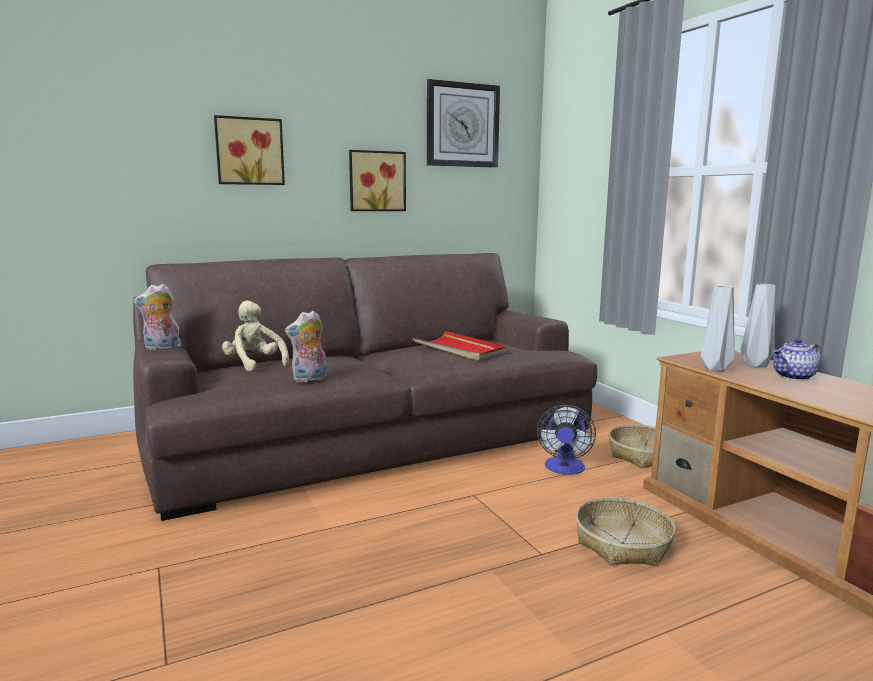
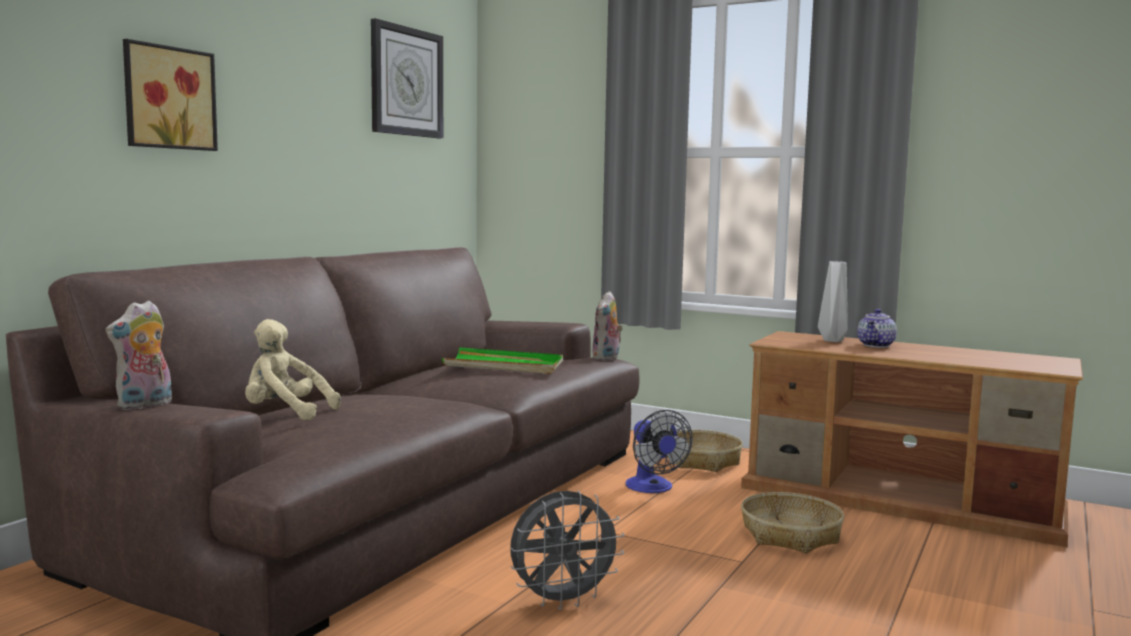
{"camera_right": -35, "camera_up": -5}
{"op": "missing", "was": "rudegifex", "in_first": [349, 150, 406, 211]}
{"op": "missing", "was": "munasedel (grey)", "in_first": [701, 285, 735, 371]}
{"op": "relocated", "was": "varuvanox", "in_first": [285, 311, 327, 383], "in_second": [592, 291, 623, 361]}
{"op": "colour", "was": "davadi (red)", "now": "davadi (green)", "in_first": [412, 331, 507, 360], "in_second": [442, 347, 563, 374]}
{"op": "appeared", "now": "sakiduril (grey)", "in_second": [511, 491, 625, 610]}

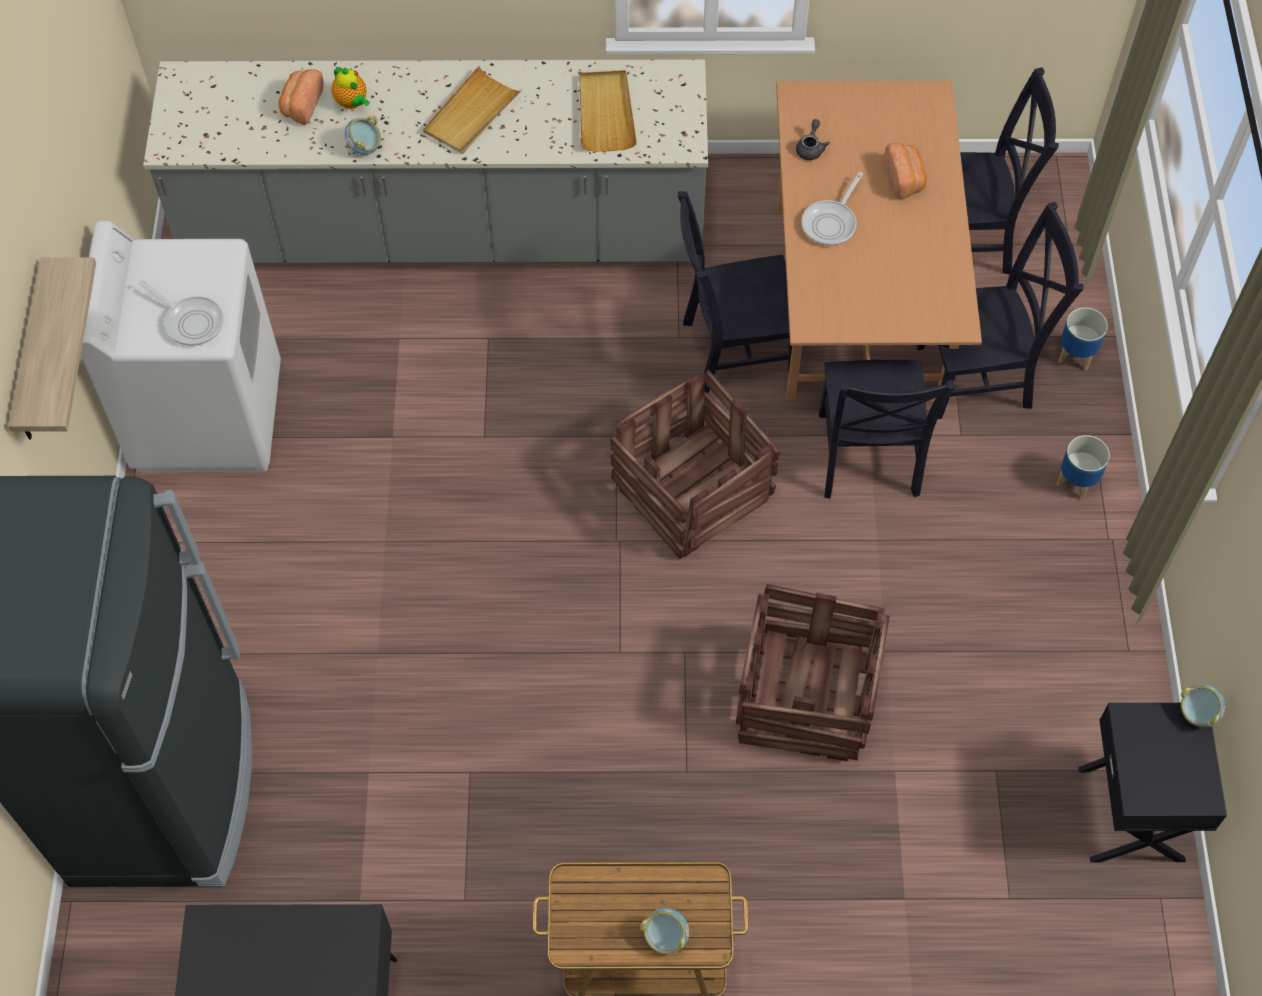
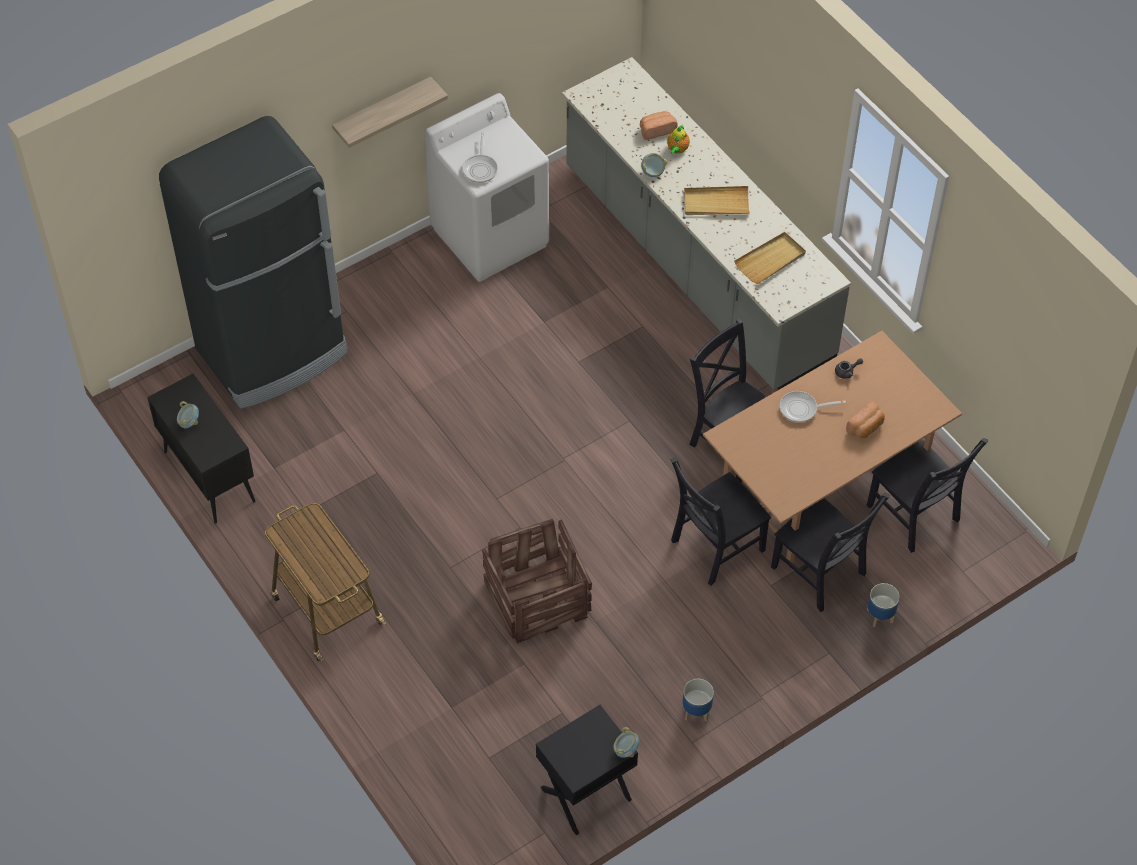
{"camera_right": 55, "camera_up": -5}
{"op": "missing", "was": "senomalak", "in_first": [610, 370, 781, 559]}
{"op": "relocated", "was": "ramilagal", "in_first": [1057, 435, 1110, 500], "in_second": [682, 679, 714, 722]}
{"op": "relocated", "was": "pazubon", "in_first": [640, 908, 689, 954], "in_second": [177, 401, 199, 428]}

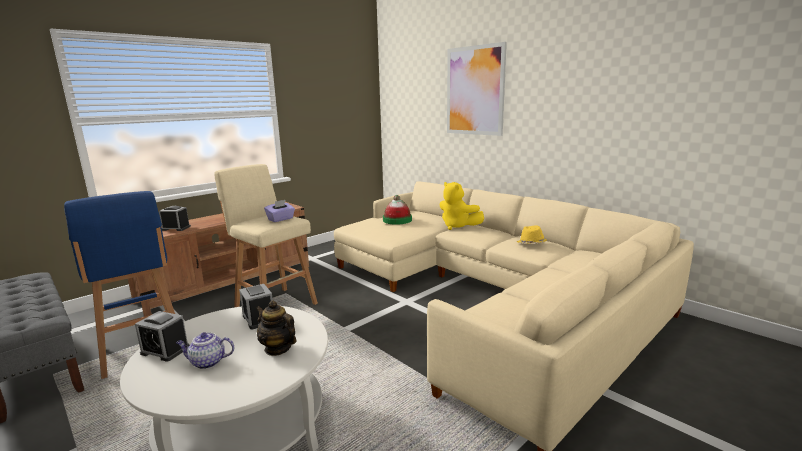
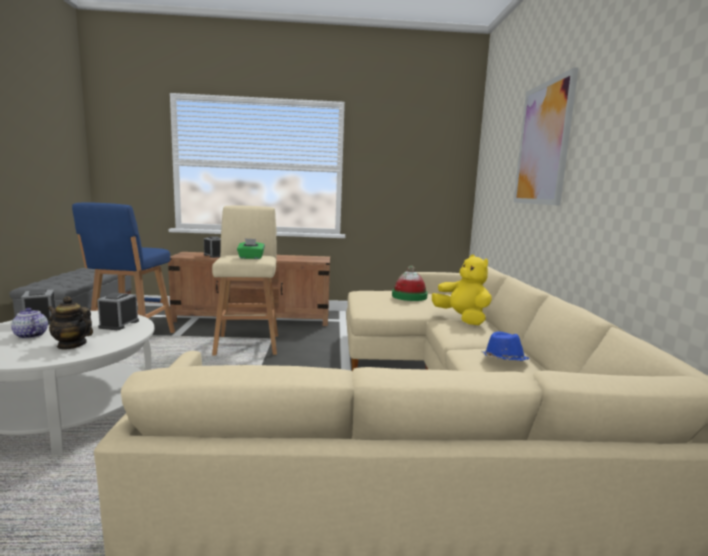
{"camera_right": 40, "camera_up": -5}
{"op": "spun", "was": "varuvanox (yellow)", "in_first": [440, 182, 484, 230], "in_second": [432, 254, 492, 325], "clockwise": 150}
{"op": "colour", "was": "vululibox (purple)", "now": "vululibox (green)", "in_first": [264, 200, 295, 222], "in_second": [237, 238, 265, 259]}
{"op": "colour", "was": "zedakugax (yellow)", "now": "zedakugax (blue)", "in_first": [517, 225, 547, 244], "in_second": [481, 331, 529, 361]}
{"op": "spun", "was": "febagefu", "in_first": [256, 300, 296, 356], "in_second": [47, 296, 93, 350], "clockwise": -60}

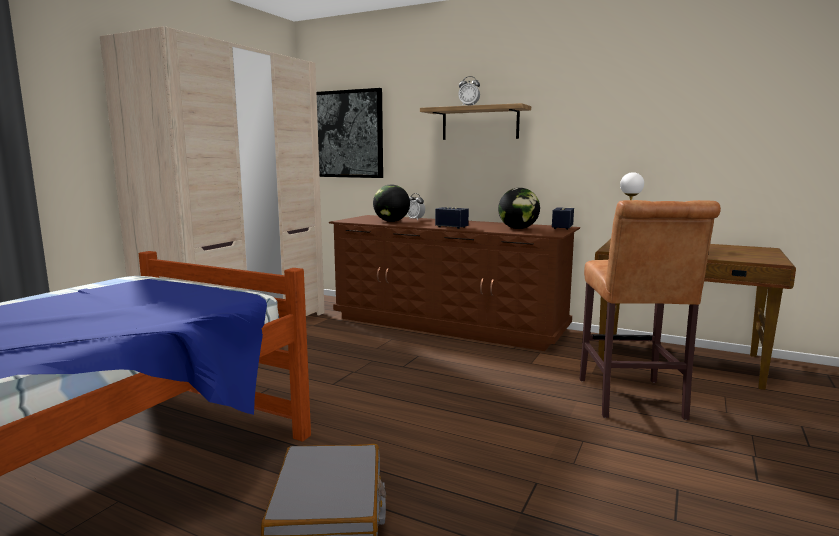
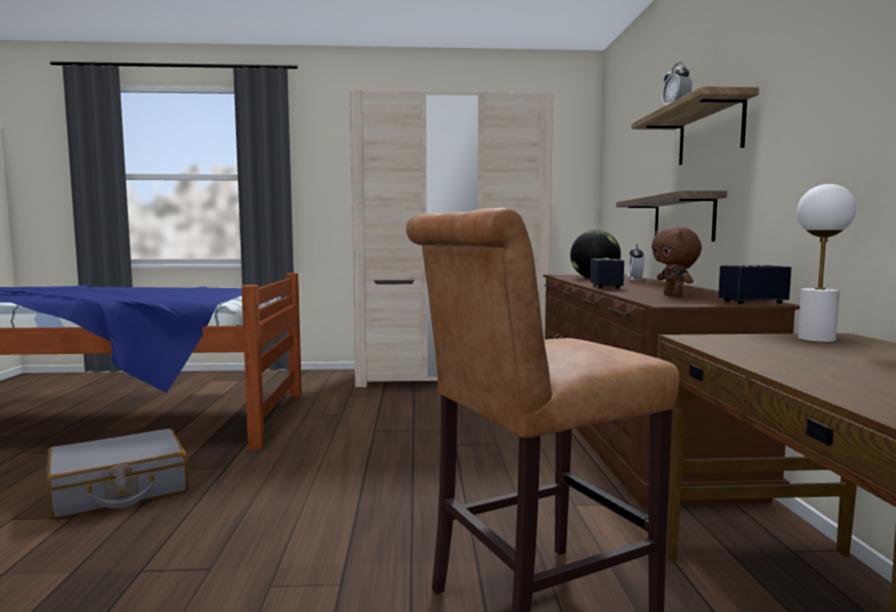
{"camera_right": 60, "camera_up": -5}
{"op": "missing", "was": "rudegifex", "in_first": [317, 88, 383, 178]}
{"op": "exchanged", "was": "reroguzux", "now": "varuvanox (brown)", "in_first": [498, 188, 540, 229], "in_second": [652, 227, 702, 297]}
{"op": "appeared", "now": "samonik", "in_second": [616, 191, 727, 241]}

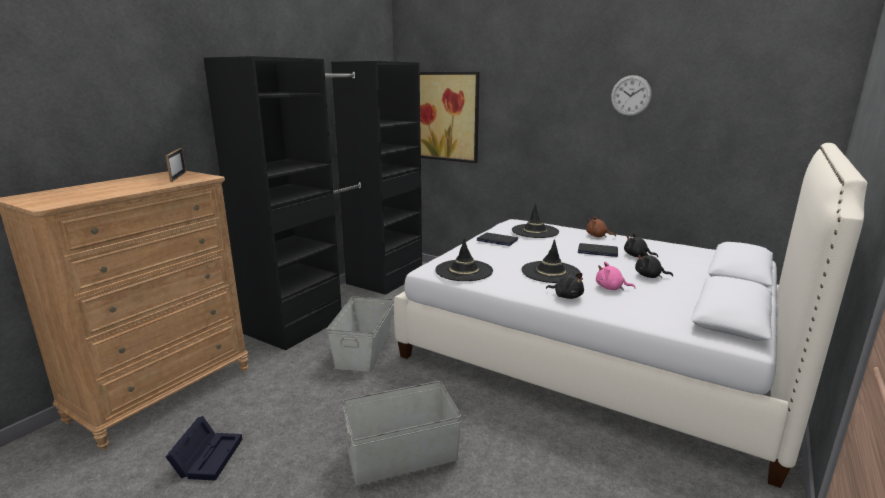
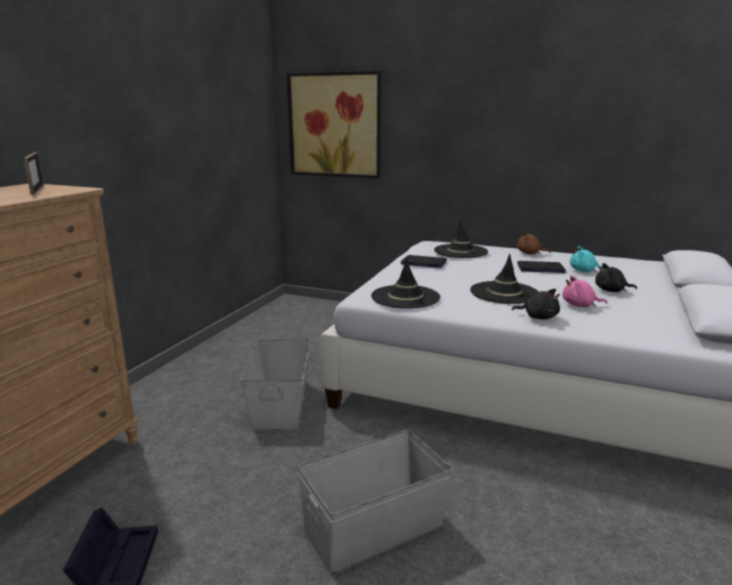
{"camera_right": -10, "camera_up": 0}
{"op": "missing", "was": "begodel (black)", "in_first": [203, 56, 422, 350]}
{"op": "missing", "was": "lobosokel", "in_first": [611, 75, 652, 116]}
{"op": "colour", "was": "varuvanox (black)", "now": "varuvanox (turquoise)", "in_first": [624, 233, 658, 257], "in_second": [570, 246, 603, 272]}

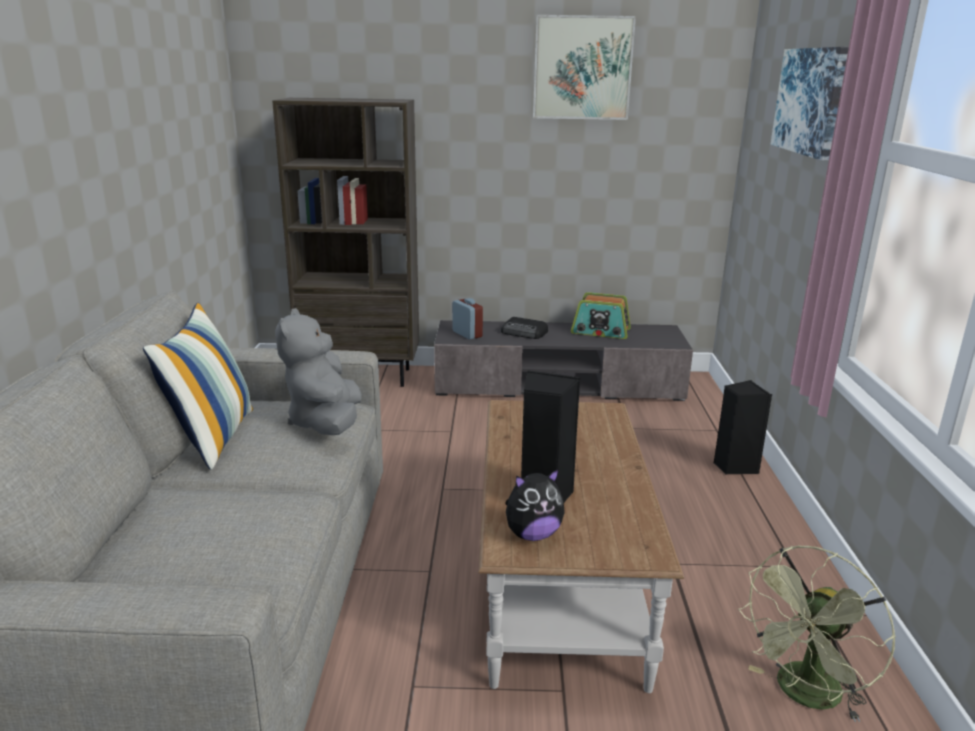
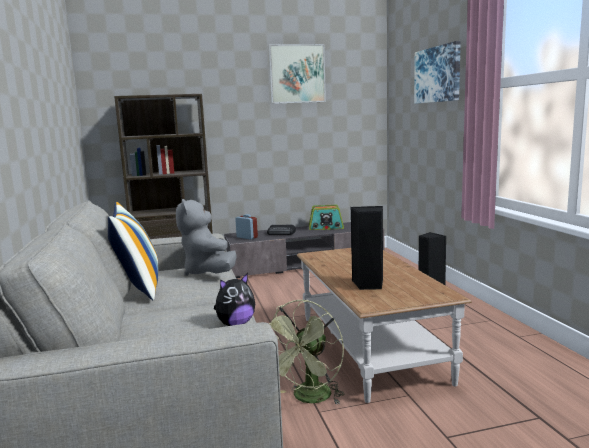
{"camera_right": -15, "camera_up": -10}
{"op": "relocated", "was": "varuvanox", "in_first": [505, 468, 565, 541], "in_second": [214, 273, 255, 326]}
{"op": "relocated", "was": "sakiduril (green)", "in_first": [738, 546, 896, 723], "in_second": [269, 300, 345, 404]}

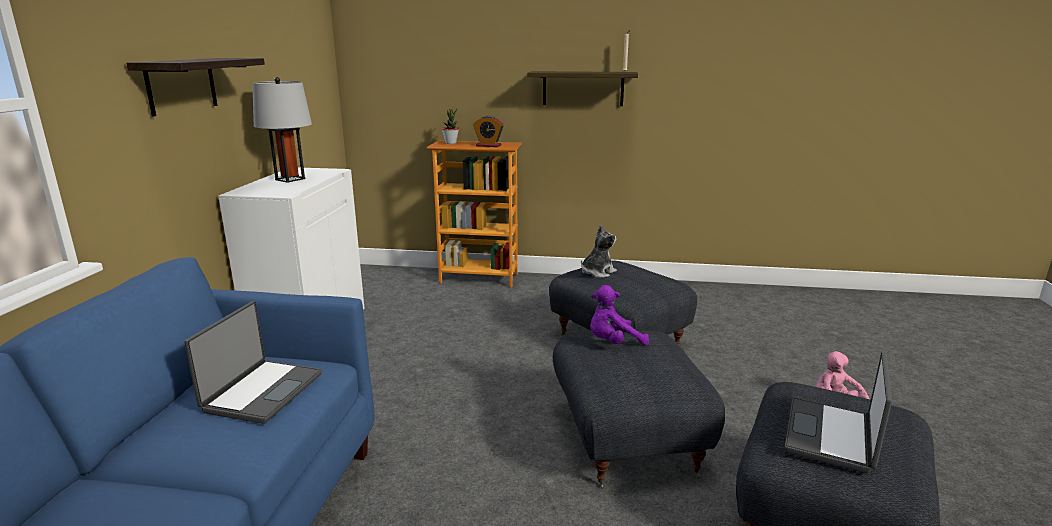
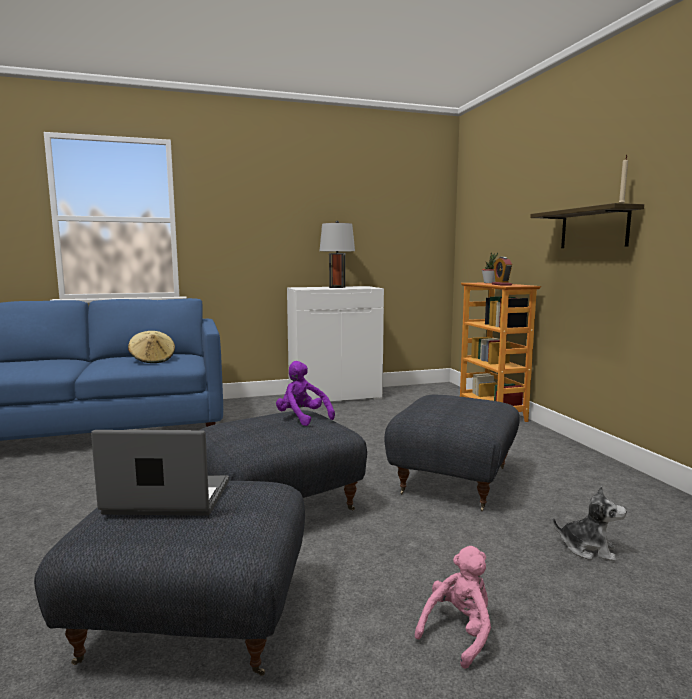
{"camera_right": 65, "camera_up": -10}
{"op": "missing", "was": "samonik", "in_first": [127, 58, 265, 116]}
{"op": "relocated", "was": "varuvanox", "in_first": [581, 225, 617, 278], "in_second": [552, 485, 627, 562]}
{"op": "exchanged", "was": "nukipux", "now": "zedakugax (beige)", "in_first": [184, 301, 322, 424], "in_second": [128, 331, 175, 363]}

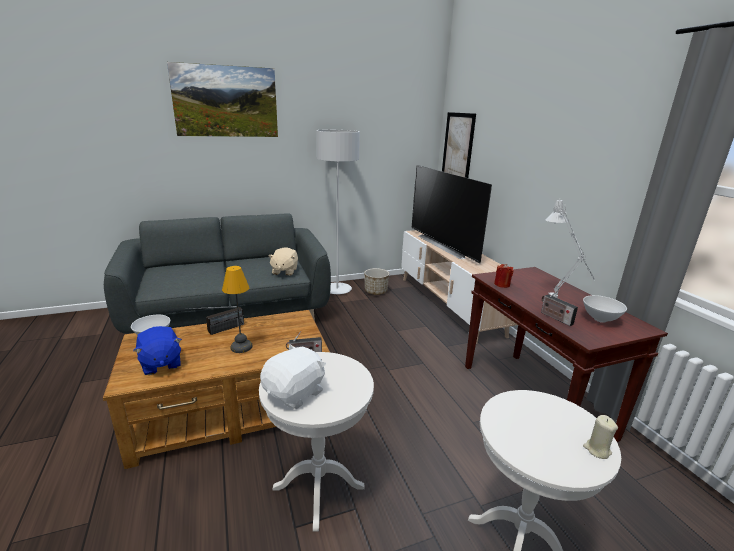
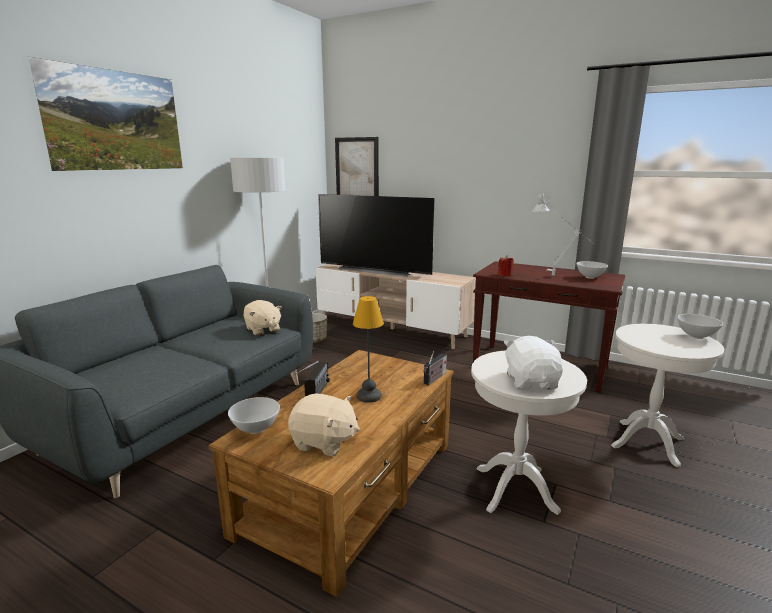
{"camera_right": -40, "camera_up": -5}
{"op": "missing", "was": "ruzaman", "in_first": [541, 290, 578, 326]}
{"op": "colour", "was": "varuvanox (blue)", "now": "varuvanox (beige)", "in_first": [133, 326, 182, 375], "in_second": [288, 393, 360, 456]}
{"op": "exchanged", "was": "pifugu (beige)", "now": "pazubon (white)", "in_first": [583, 415, 618, 459], "in_second": [677, 314, 723, 339]}

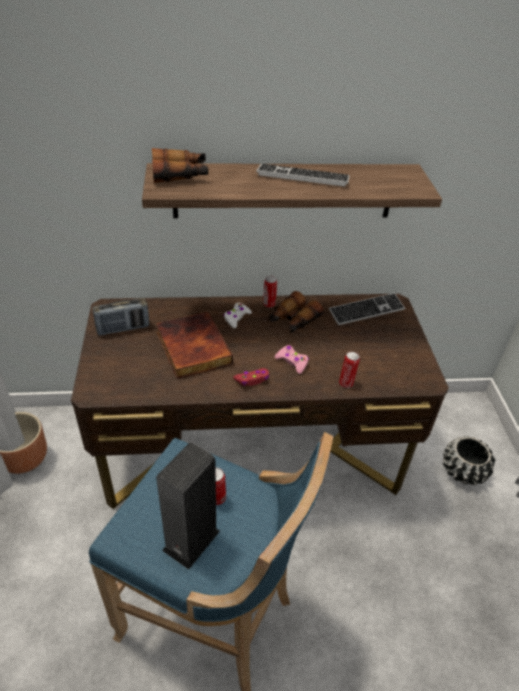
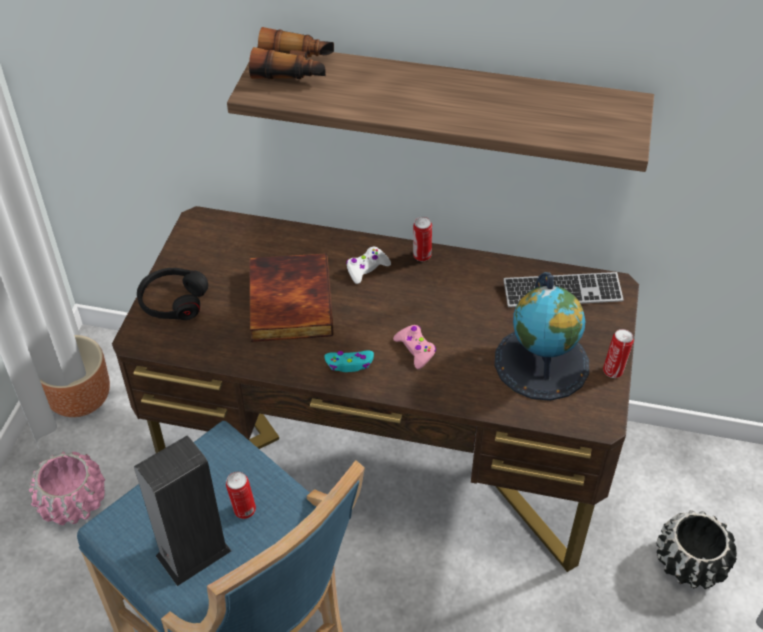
{"camera_right": 20, "camera_up": 5}
{"op": "missing", "was": "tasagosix", "in_first": [256, 164, 350, 187]}
{"op": "missing", "was": "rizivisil", "in_first": [268, 291, 324, 333]}
{"op": "missing", "was": "ruzaman", "in_first": [93, 298, 149, 336]}
{"op": "relocated", "was": "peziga", "in_first": [339, 352, 360, 388], "in_second": [603, 329, 634, 378]}
{"op": "colour", "was": "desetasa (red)", "now": "desetasa (turquoise)", "in_first": [233, 368, 269, 386], "in_second": [324, 350, 374, 372]}
{"op": "appeared", "now": "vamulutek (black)", "in_second": [137, 268, 208, 320]}
{"op": "appeared", "now": "reroguzux", "in_second": [494, 272, 589, 401]}
{"op": "appeared", "now": "ramilagal (pink)", "in_second": [29, 452, 105, 525]}

